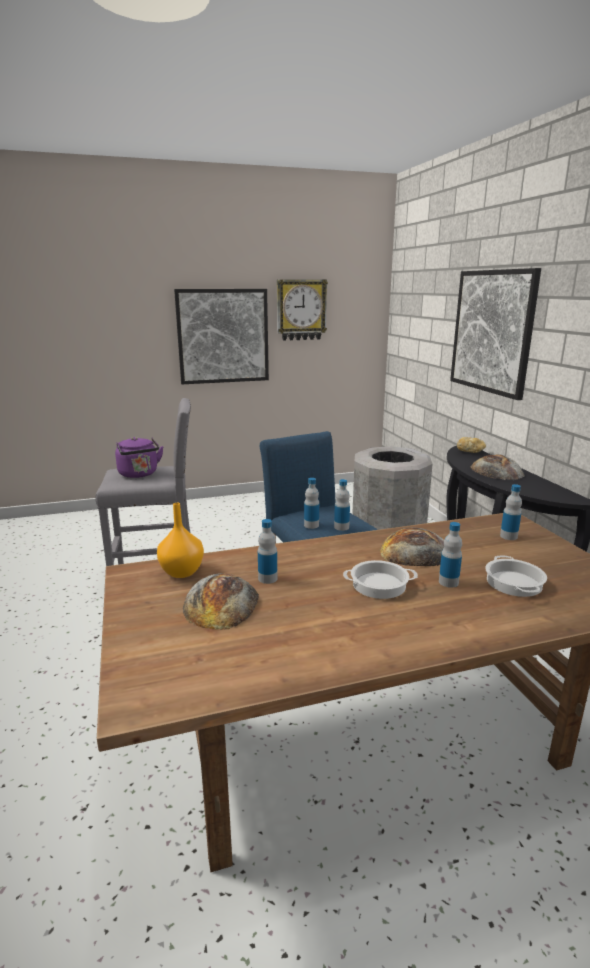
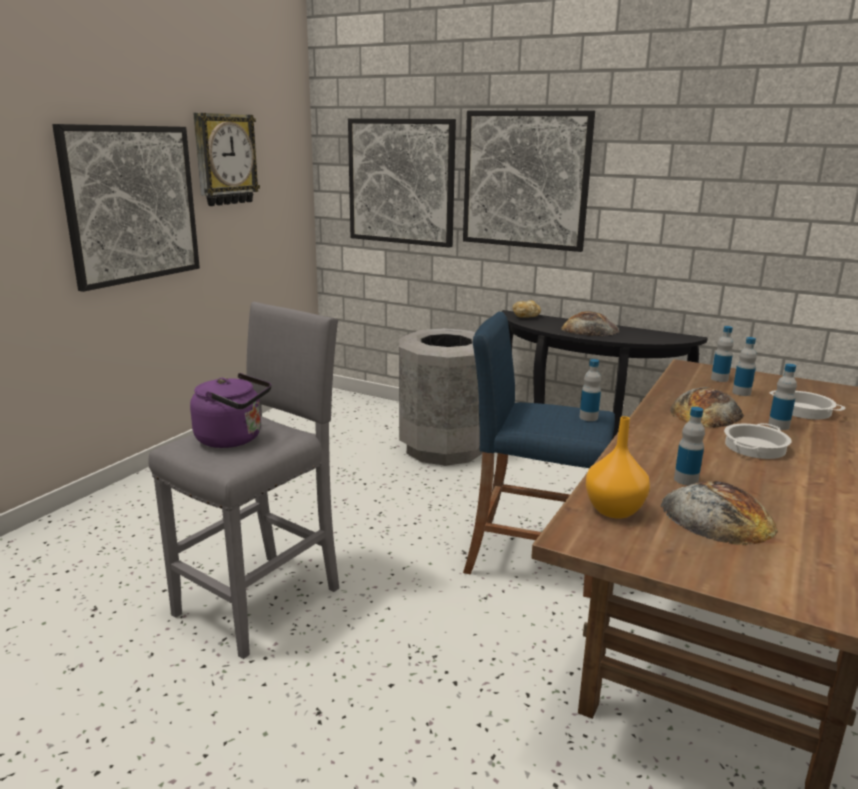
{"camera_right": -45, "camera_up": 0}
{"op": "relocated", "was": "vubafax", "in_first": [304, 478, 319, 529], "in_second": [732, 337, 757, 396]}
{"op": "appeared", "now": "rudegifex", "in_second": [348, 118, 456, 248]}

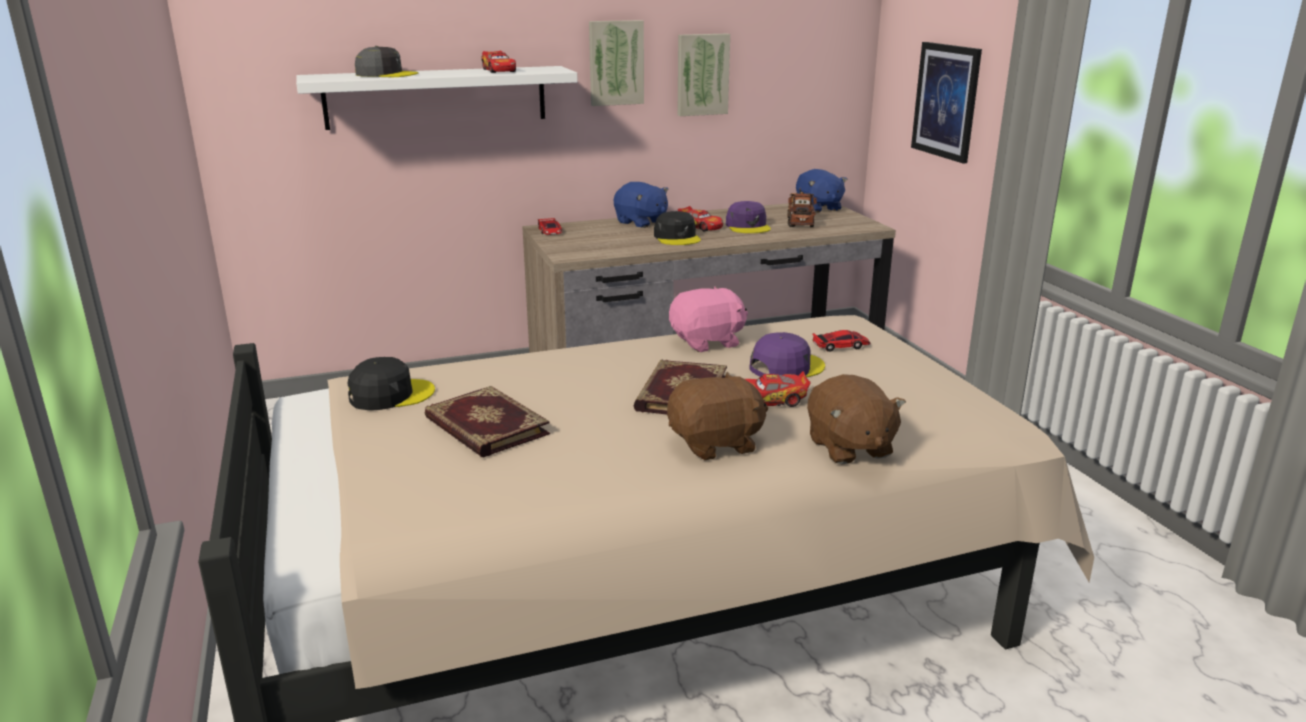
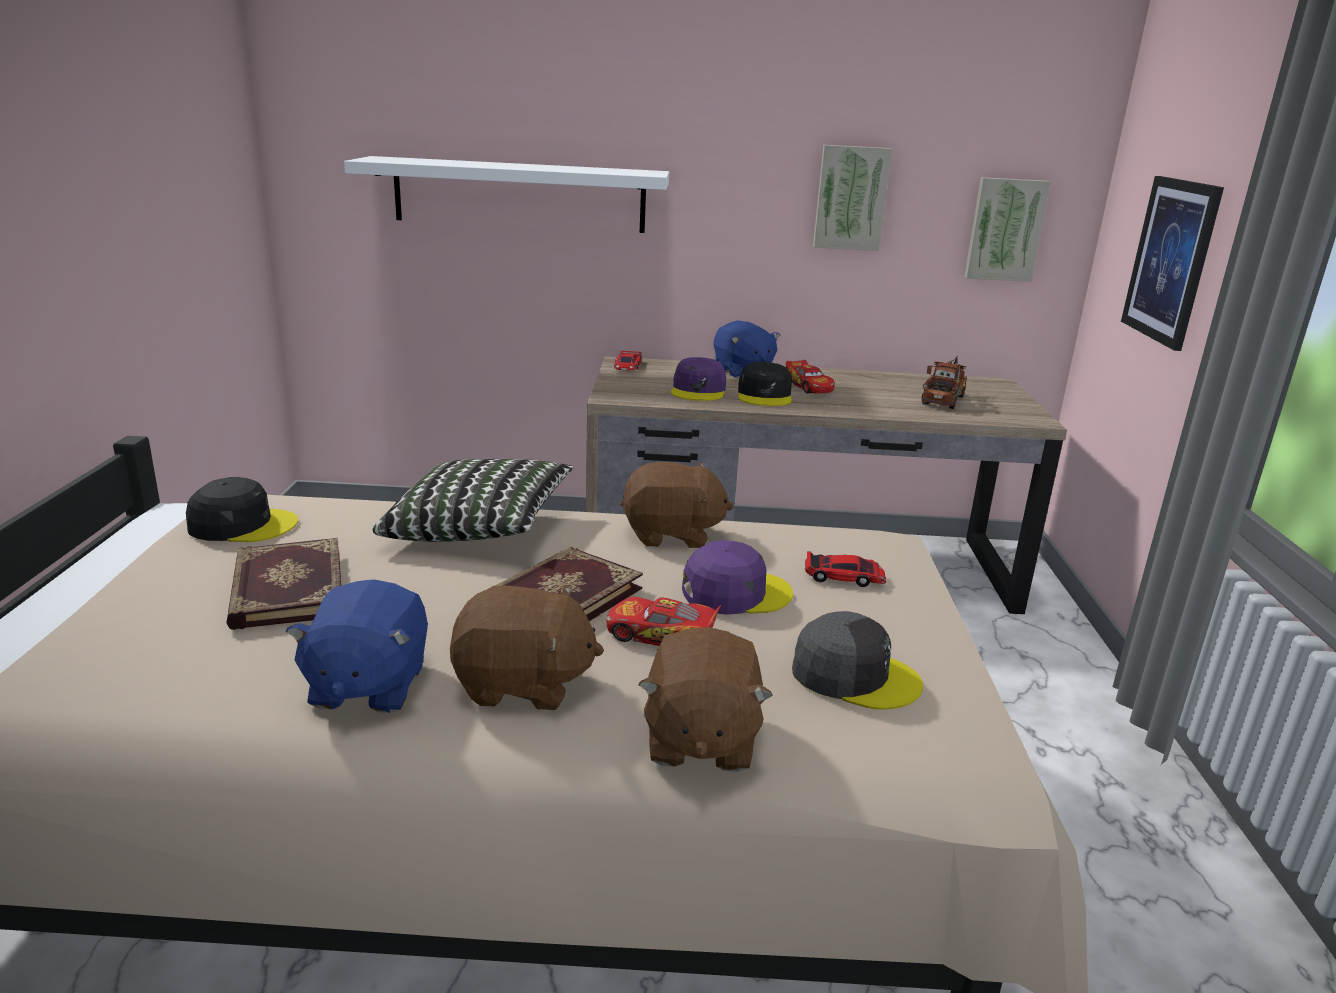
{"camera_right": 20, "camera_up": 0}
{"op": "relocated", "was": "rudegifex", "in_first": [589, 20, 644, 106], "in_second": [964, 177, 1051, 282]}
{"op": "relocated", "was": "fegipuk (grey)", "in_first": [355, 46, 418, 77], "in_second": [792, 611, 923, 710]}
{"op": "missing", "was": "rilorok", "in_first": [481, 51, 516, 73]}
{"op": "relocated", "was": "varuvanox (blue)", "in_first": [796, 169, 848, 213], "in_second": [285, 579, 428, 713]}
{"op": "relocated", "was": "fegipuk (purple)", "in_first": [726, 201, 771, 233], "in_second": [671, 357, 726, 401]}
{"op": "colour", "was": "varuvanox (pink)", "now": "varuvanox (brown)", "in_first": [669, 287, 748, 352], "in_second": [620, 462, 734, 548]}
{"op": "appeared", "now": "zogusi", "in_second": [373, 459, 573, 542]}

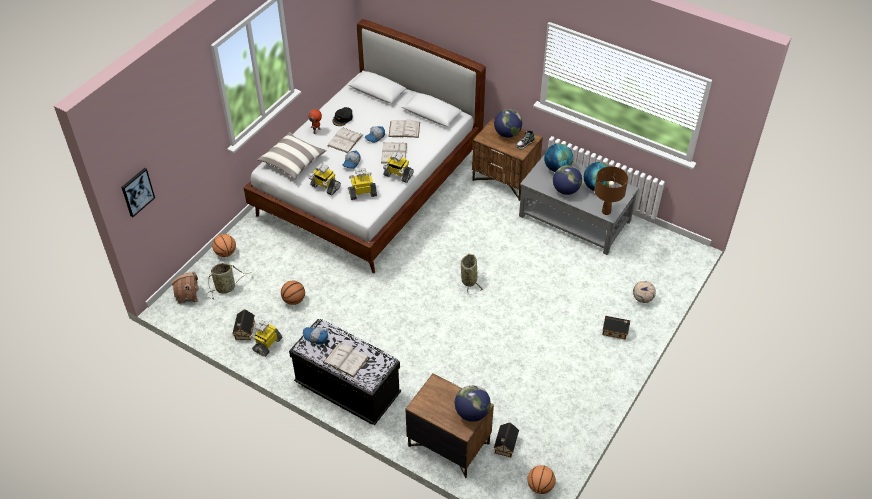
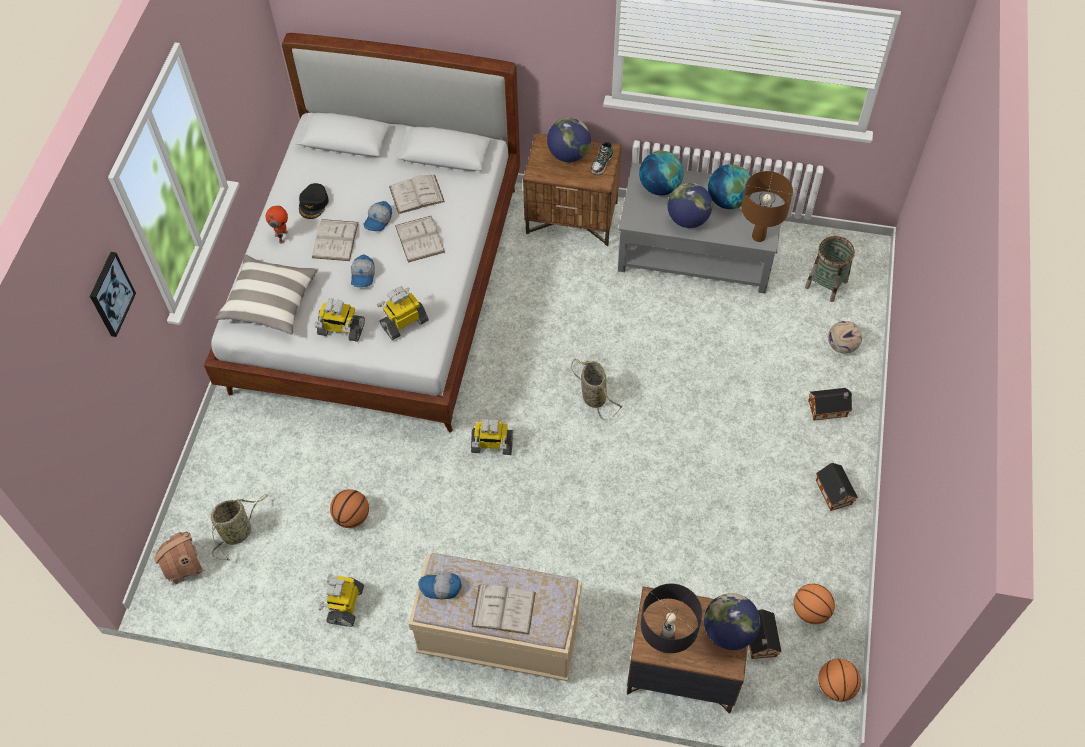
{"camera_right": -20, "camera_up": 10}
{"op": "relocated", "was": "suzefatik", "in_first": [383, 152, 413, 183], "in_second": [471, 419, 513, 455]}
{"op": "relocated", "was": "rudegifex", "in_first": [121, 168, 155, 217], "in_second": [90, 252, 136, 337]}
{"op": "relocated", "was": "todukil", "in_first": [212, 234, 236, 257], "in_second": [794, 584, 835, 624]}
{"op": "relocated", "was": "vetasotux", "in_first": [232, 309, 255, 340], "in_second": [816, 463, 858, 511]}
{"op": "colour", "was": "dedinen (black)", "now": "dedinen (beige)", "in_first": [289, 319, 401, 425], "in_second": [409, 553, 582, 681]}
{"op": "appeared", "now": "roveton", "in_second": [805, 236, 855, 302]}
{"op": "appeared", "now": "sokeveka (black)", "in_second": [641, 584, 702, 653]}

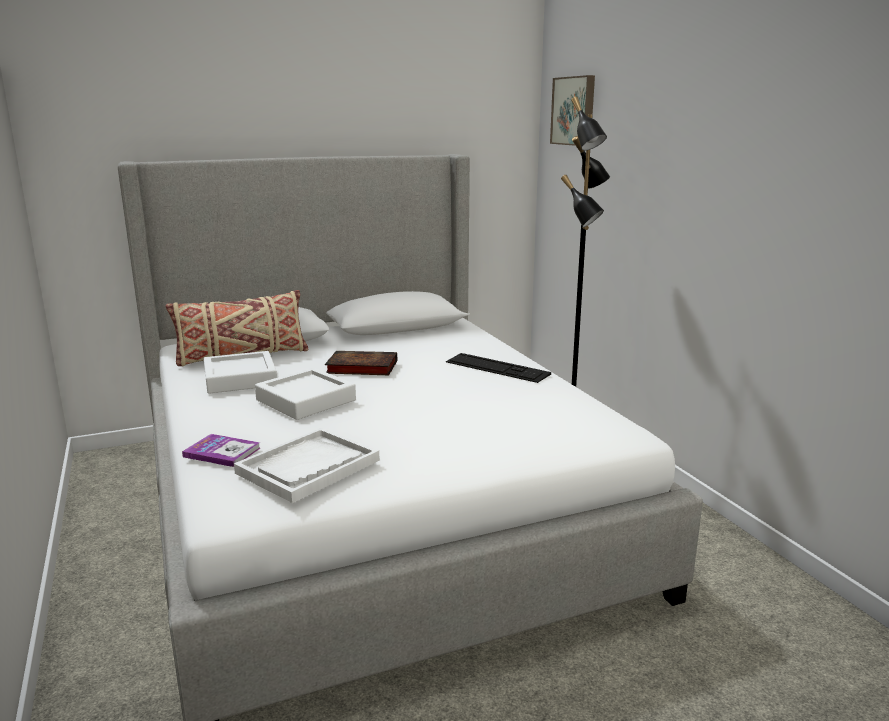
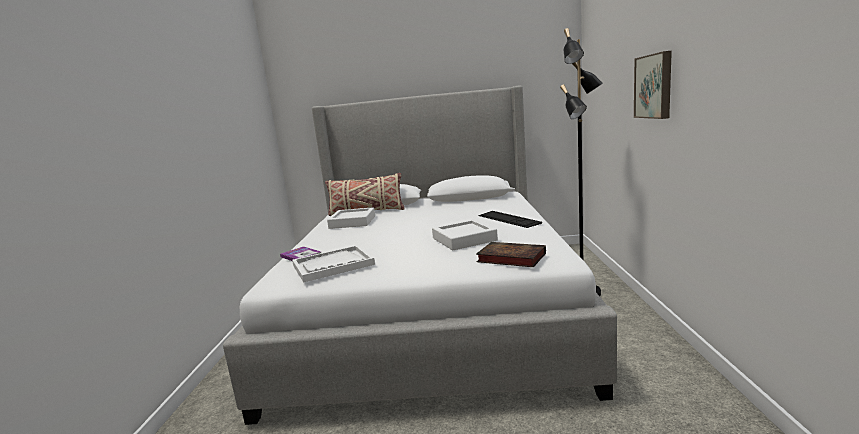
{"camera_right": 25, "camera_up": -5}
{"op": "relocated", "was": "rudegifex", "in_first": [550, 75, 595, 146], "in_second": [634, 51, 672, 119]}
{"op": "relocated", "was": "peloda", "in_first": [325, 351, 397, 375], "in_second": [476, 242, 546, 267]}
{"op": "relocated", "was": "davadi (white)", "in_first": [255, 368, 356, 420], "in_second": [432, 219, 498, 250]}

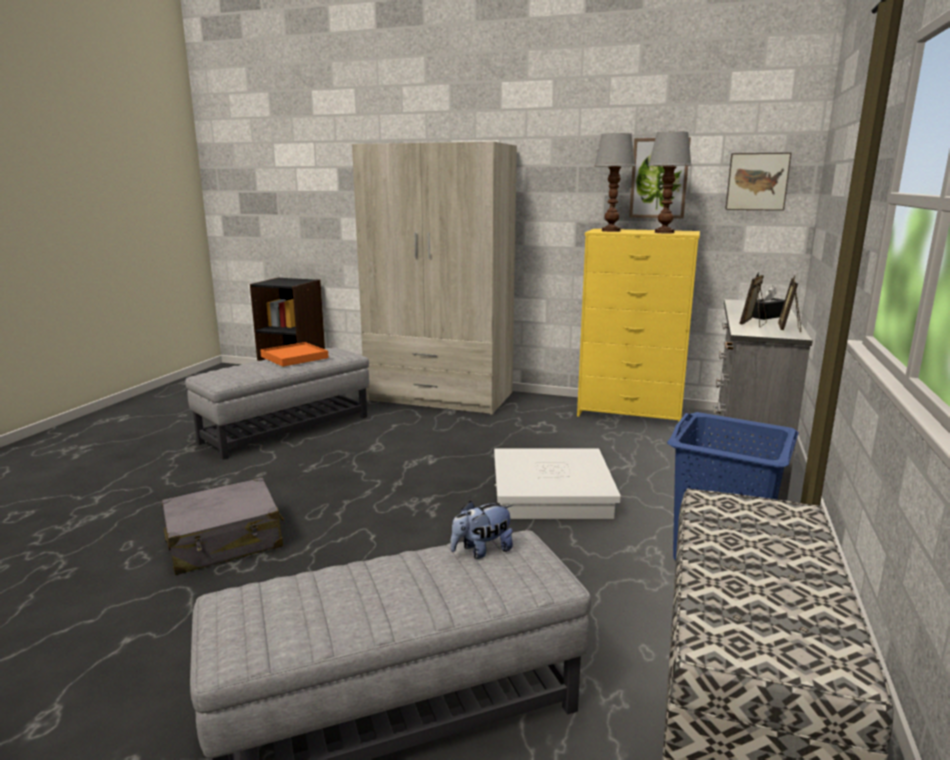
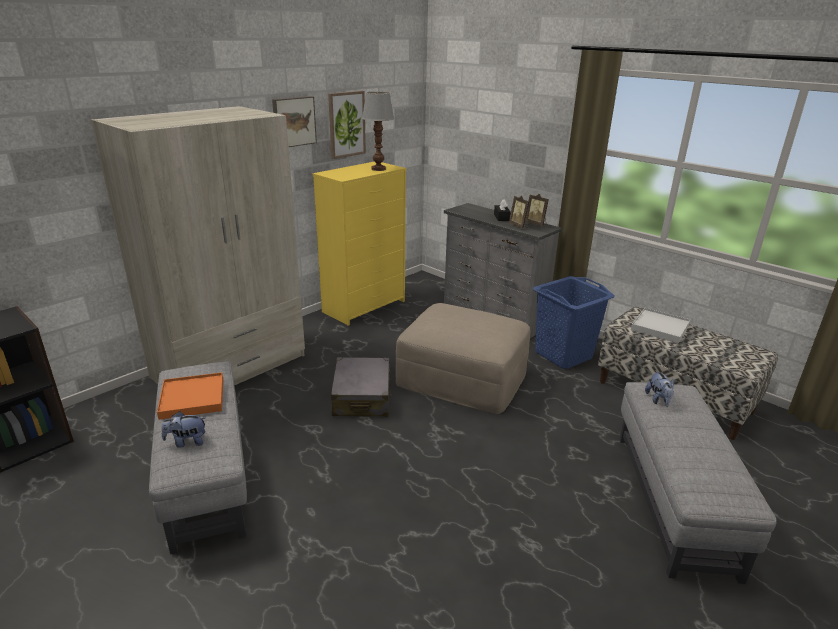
{"camera_right": -65, "camera_up": 10}
{"op": "missing", "was": "sokeveka", "in_first": [594, 133, 636, 232]}
{"op": "relocated", "was": "rudegifex", "in_first": [725, 152, 792, 211], "in_second": [272, 96, 317, 147]}
{"op": "exchanged", "was": "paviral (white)", "now": "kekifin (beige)", "in_first": [494, 448, 621, 519], "in_second": [396, 303, 531, 414]}
{"op": "relocated", "was": "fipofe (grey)", "in_first": [162, 477, 284, 575], "in_second": [331, 357, 391, 417]}
{"op": "appeared", "now": "davadi (white)", "in_second": [631, 308, 691, 343]}
{"op": "appeared", "now": "varuvanox", "in_second": [162, 411, 205, 447]}

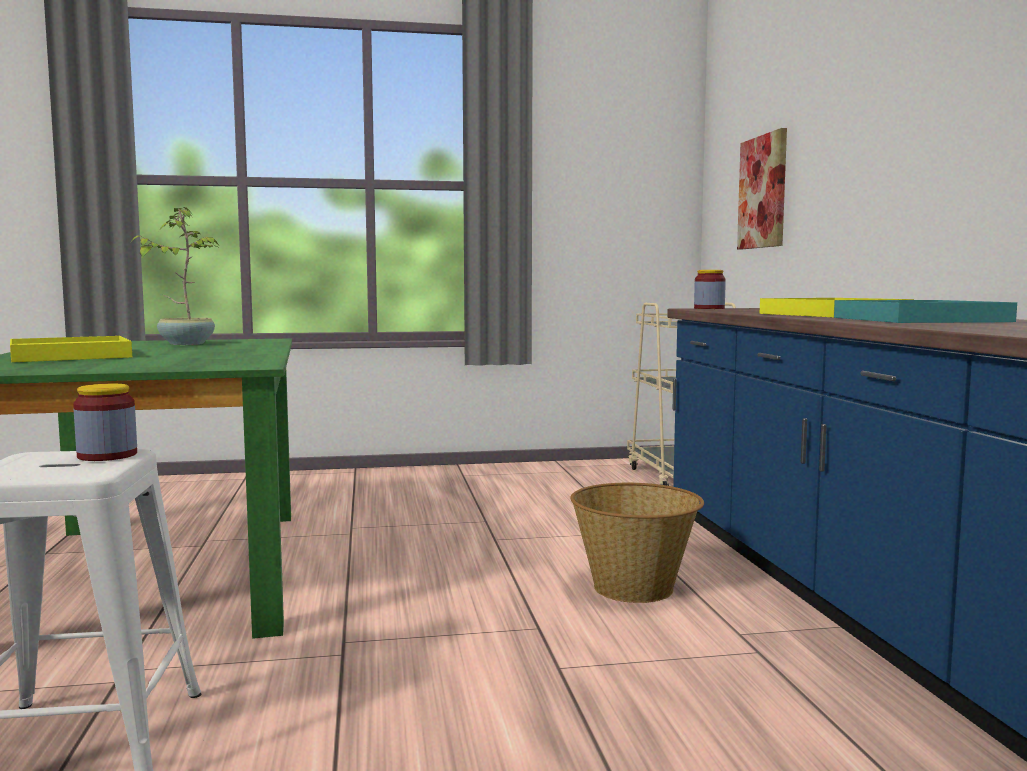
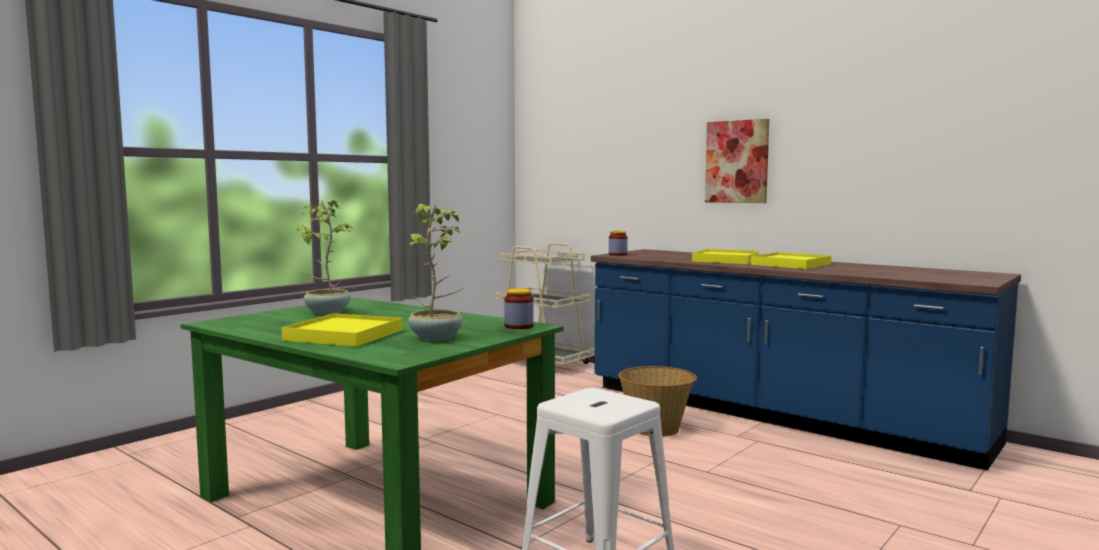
{"camera_right": -40, "camera_up": 0}
{"op": "relocated", "was": "rudegifex", "in_first": [737, 128, 787, 249], "in_second": [705, 119, 769, 203]}
{"op": "colour", "was": "davadi (turquoise)", "now": "davadi (yellow)", "in_first": [834, 300, 1017, 323], "in_second": [751, 252, 831, 269]}
{"op": "relocated", "was": "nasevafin", "in_first": [73, 384, 137, 461], "in_second": [504, 288, 534, 329]}
{"op": "appeared", "now": "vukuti", "in_second": [405, 204, 464, 341]}

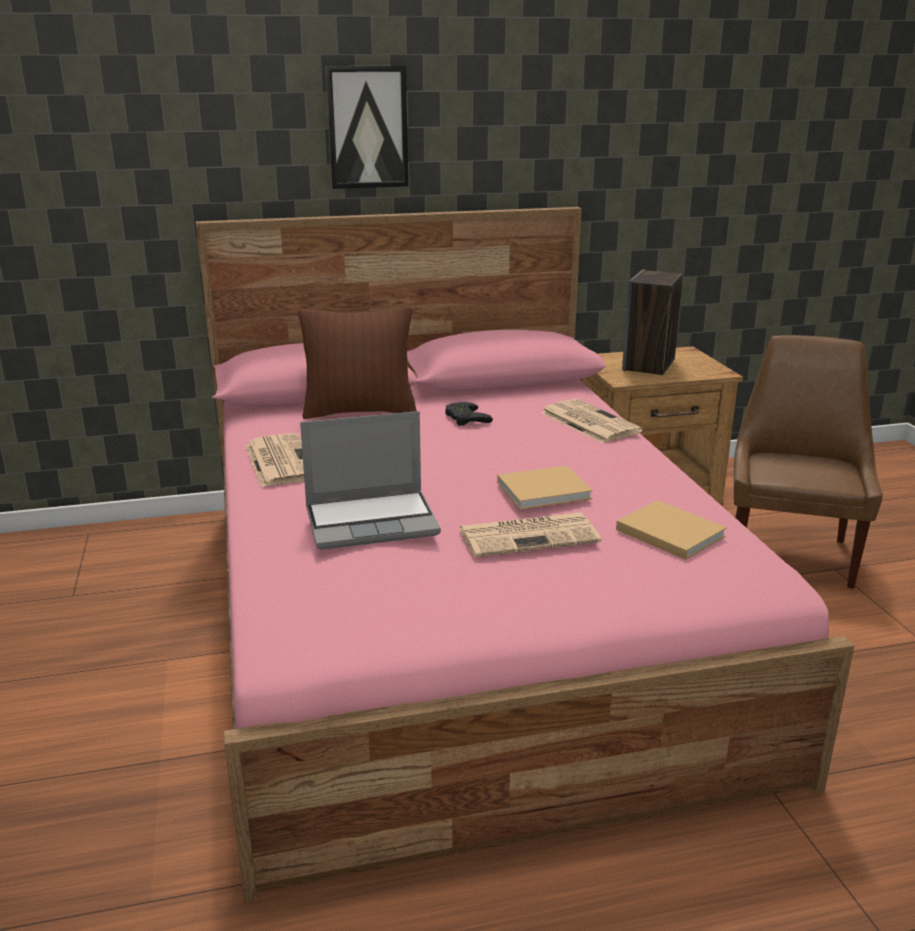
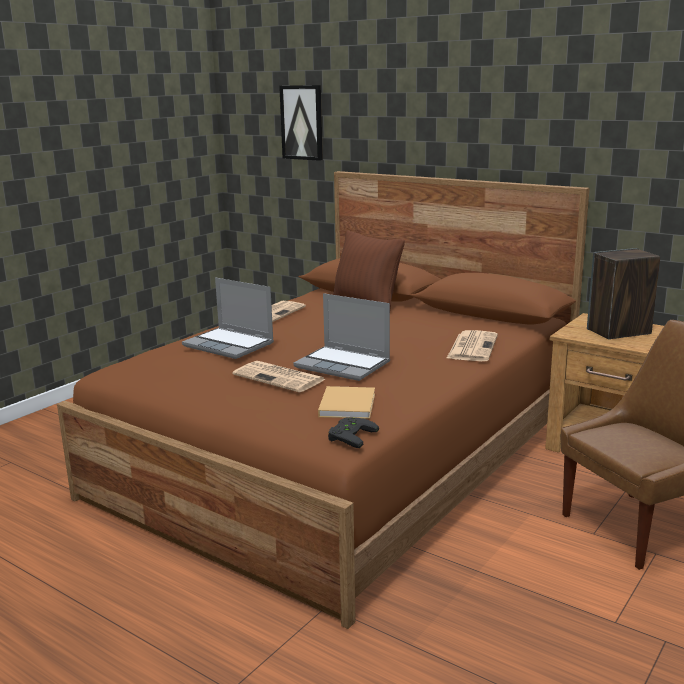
{"camera_right": 50, "camera_up": -5}
{"op": "relocated", "was": "rudegifex", "in_first": [325, 66, 408, 189], "in_second": [279, 85, 323, 161]}
{"op": "colour", "was": "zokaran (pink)", "now": "zokaran (brown)", "in_first": [196, 207, 854, 903], "in_second": [57, 171, 590, 629]}
{"op": "relocated", "was": "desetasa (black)", "in_first": [445, 402, 493, 426], "in_second": [328, 417, 379, 448]}
{"op": "exchanged", "was": "peloda (beige)", "now": "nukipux", "in_first": [497, 466, 593, 509], "in_second": [293, 293, 390, 381]}

